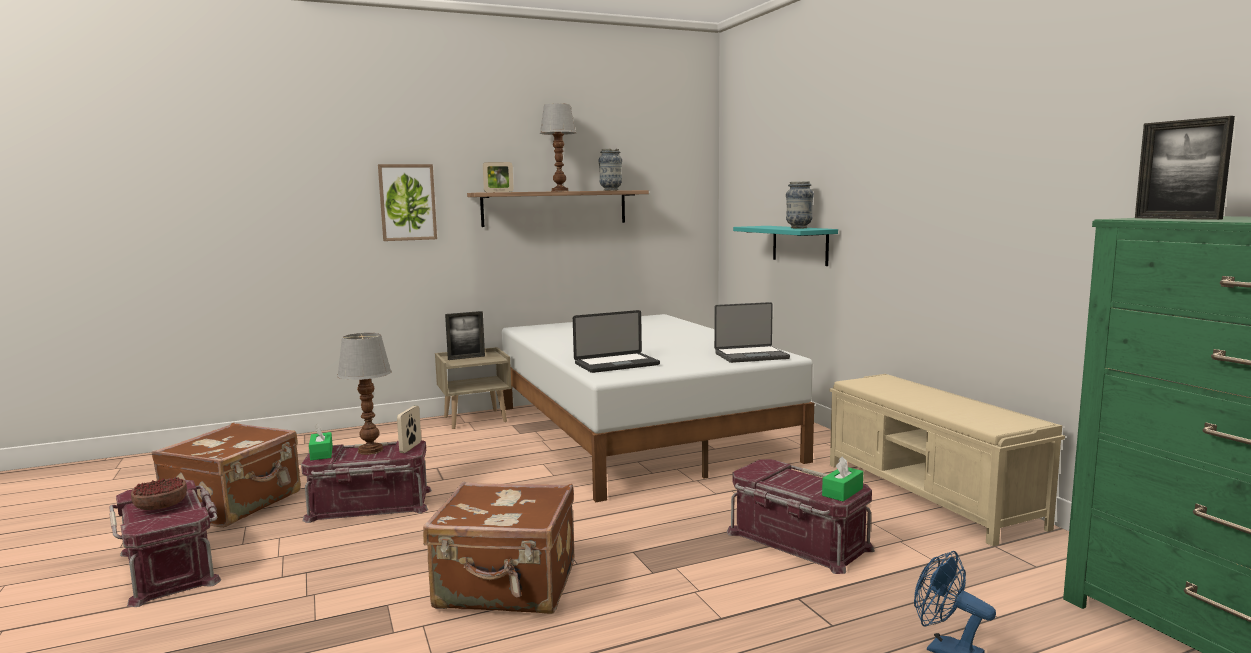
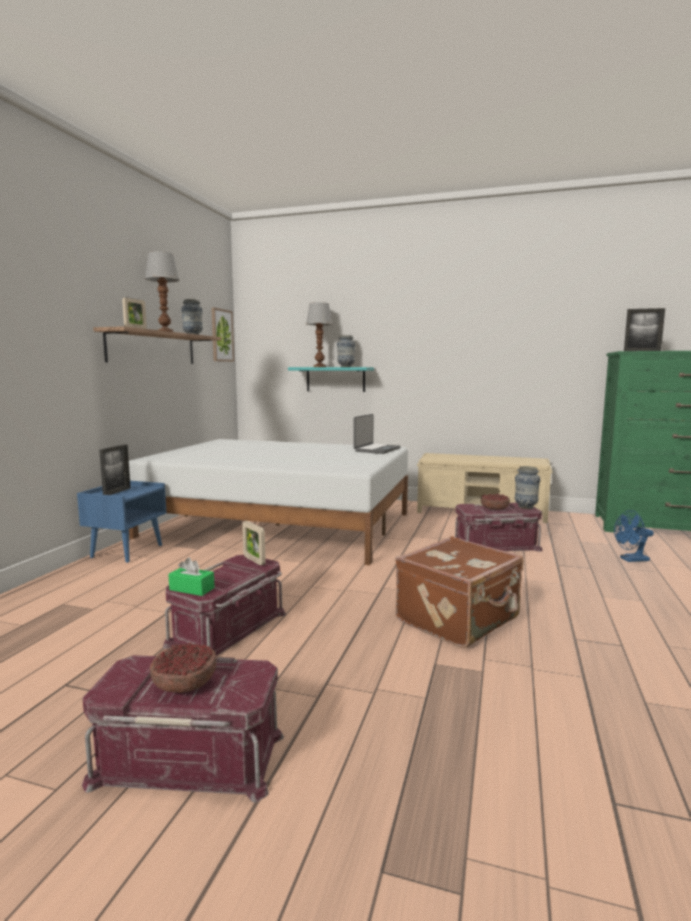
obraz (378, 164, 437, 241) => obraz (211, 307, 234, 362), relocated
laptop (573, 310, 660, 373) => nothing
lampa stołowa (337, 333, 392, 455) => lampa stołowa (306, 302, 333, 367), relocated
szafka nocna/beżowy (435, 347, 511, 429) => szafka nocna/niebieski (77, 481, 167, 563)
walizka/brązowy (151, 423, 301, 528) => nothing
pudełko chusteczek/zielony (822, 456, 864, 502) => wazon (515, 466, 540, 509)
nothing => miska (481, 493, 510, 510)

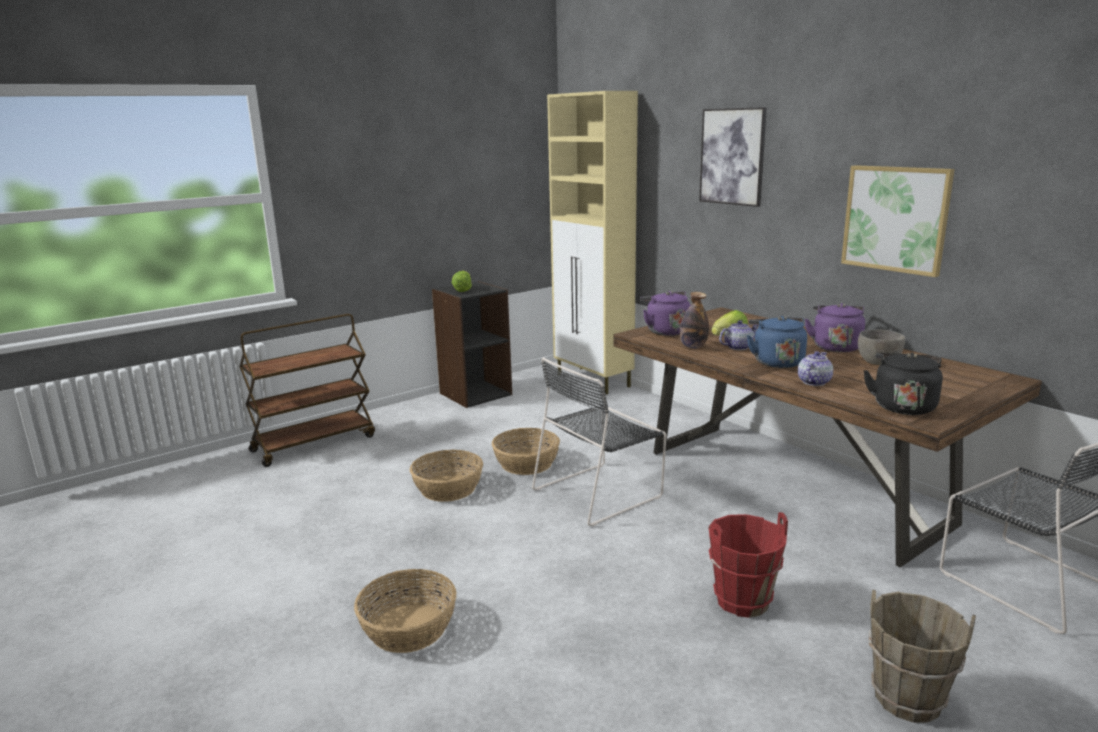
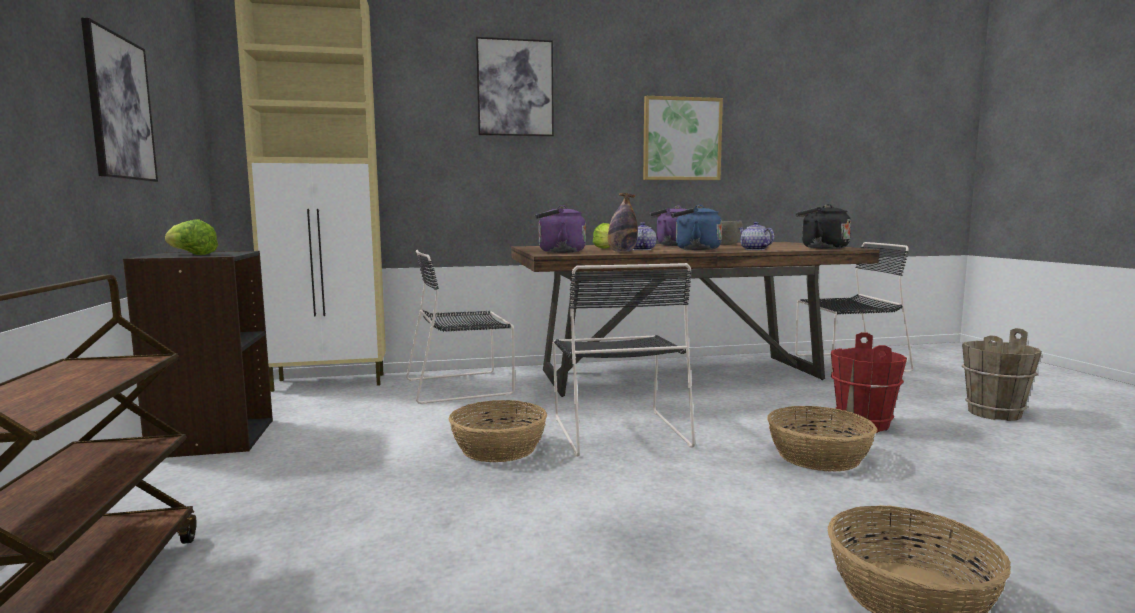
koszyk (410, 450, 483, 502) => koszyk (767, 406, 877, 472), relocated
nothing => obraz (81, 17, 158, 182)
nothing => krzesło/czarny (406, 250, 515, 404)

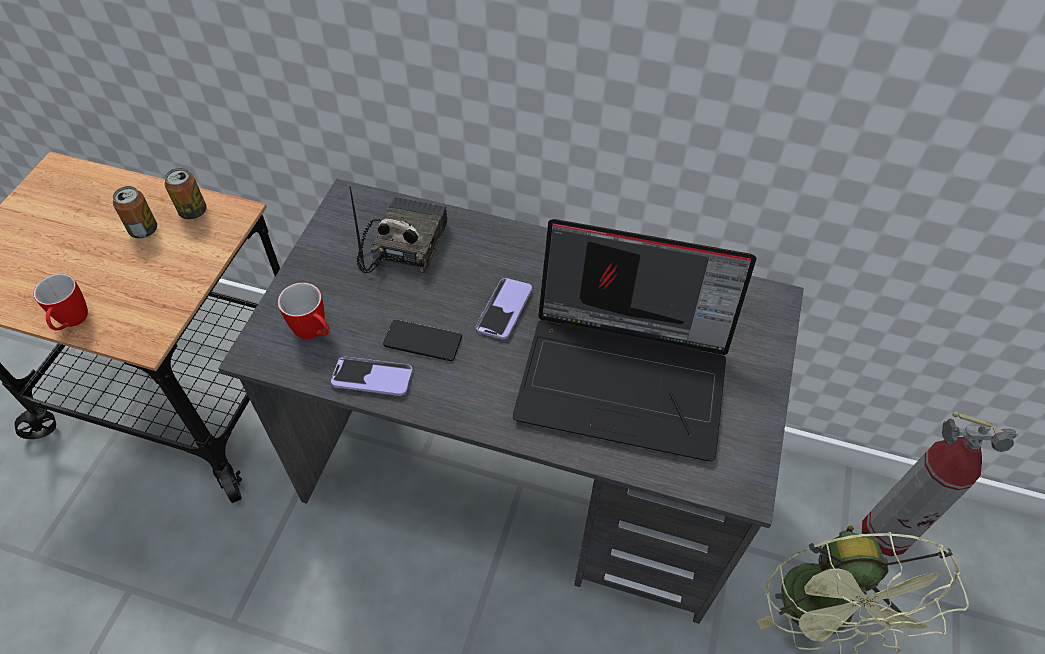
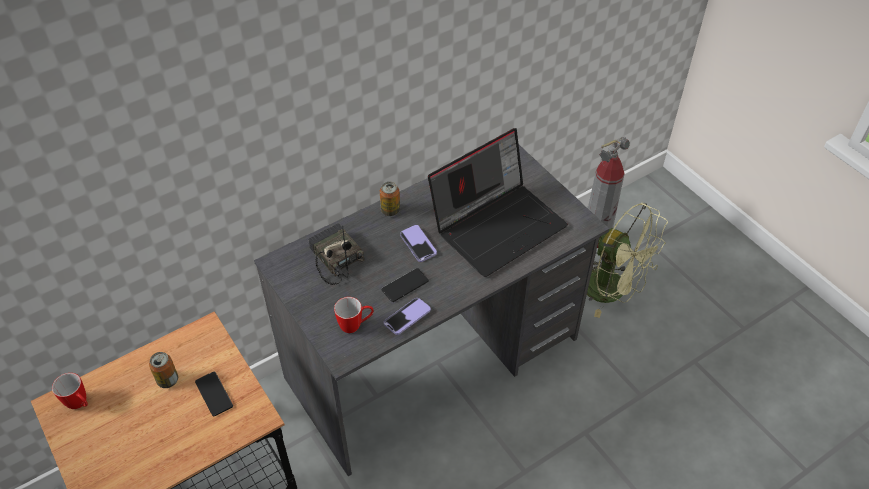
puszka (165, 168, 207, 220) => puszka (380, 182, 400, 216), relocated
kubek (33, 274, 88, 331) => kubek (52, 373, 88, 409), relocated
nothing => telefon (195, 372, 233, 416)

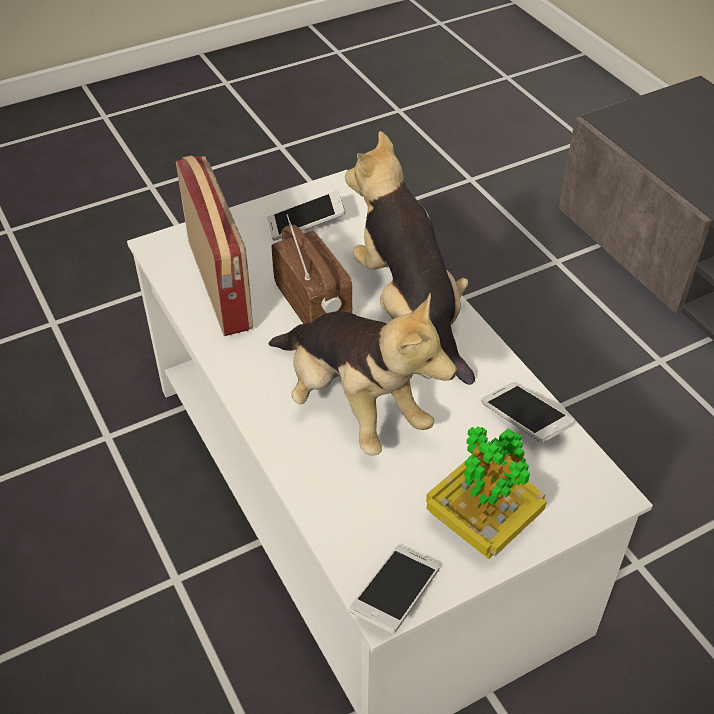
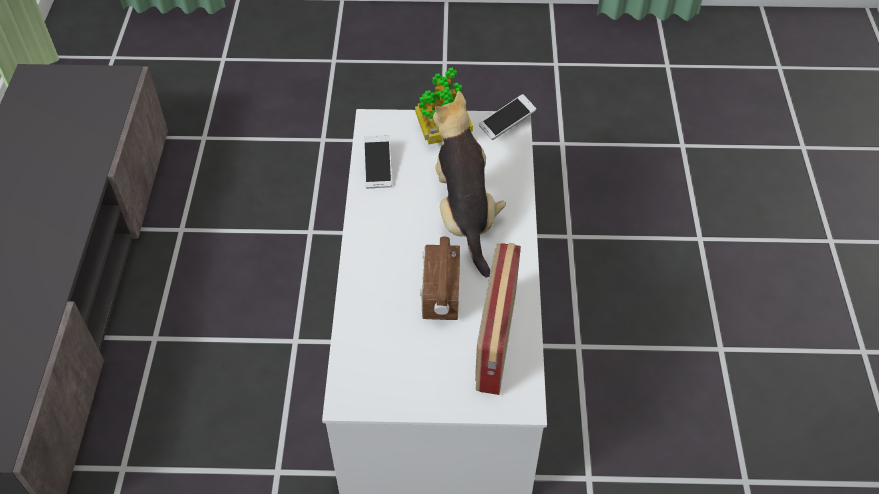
pluszak (345, 131, 475, 385) => nothing
telefon (267, 191, 346, 240) => nothing

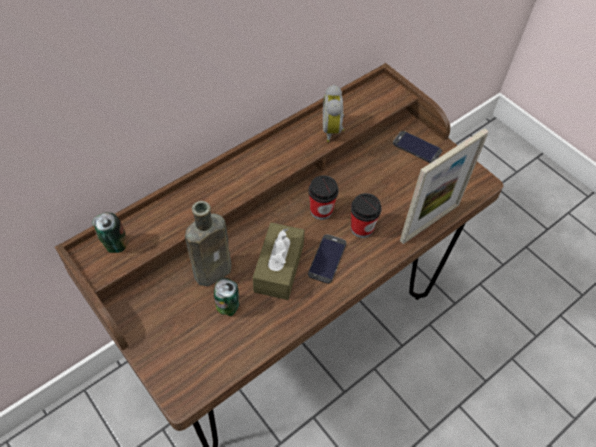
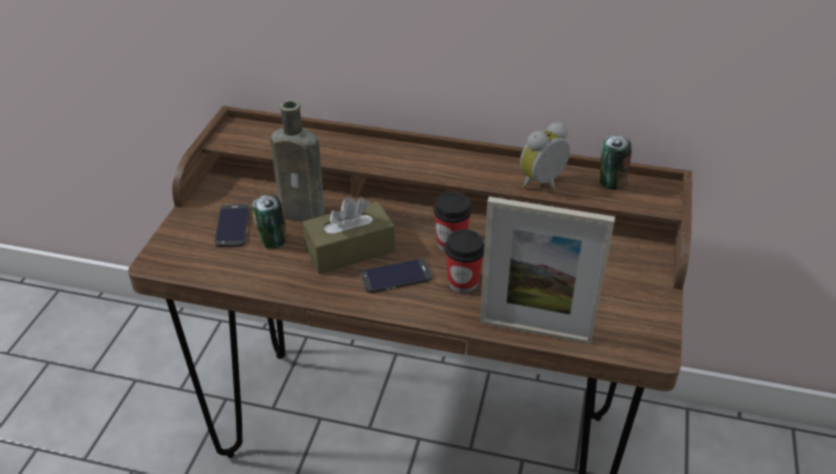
telefon (393, 131, 442, 163) => telefon (214, 204, 250, 247), relocated
puszka (92, 213, 128, 253) => puszka (600, 135, 632, 190), relocated

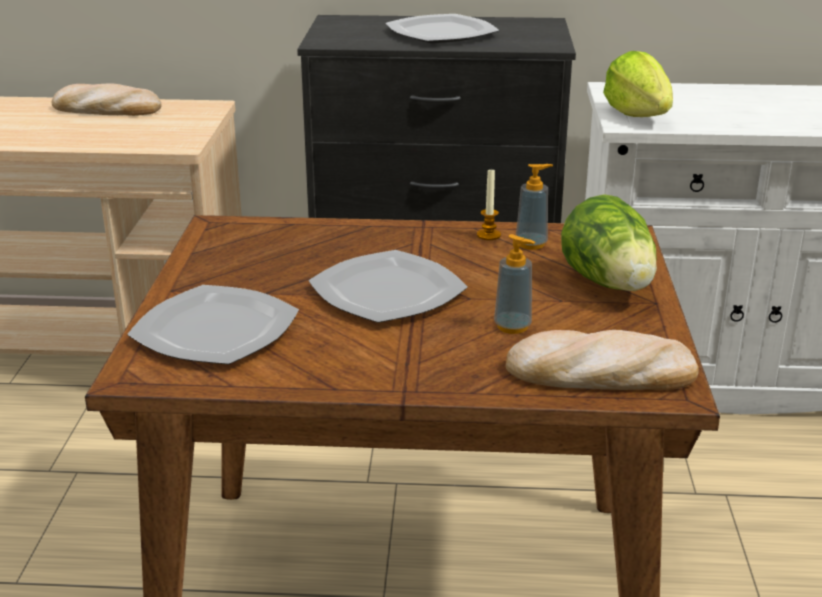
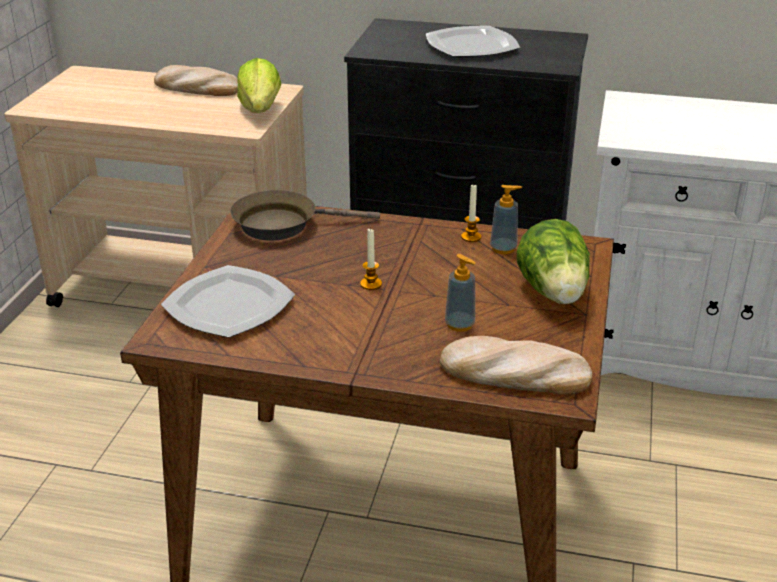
sałata (603, 51, 673, 117) => sałata (237, 58, 281, 113), relocated
talerz (308, 250, 468, 323) => świeca (360, 228, 382, 290)
nothing => patelnia/brązowy (230, 190, 380, 240)

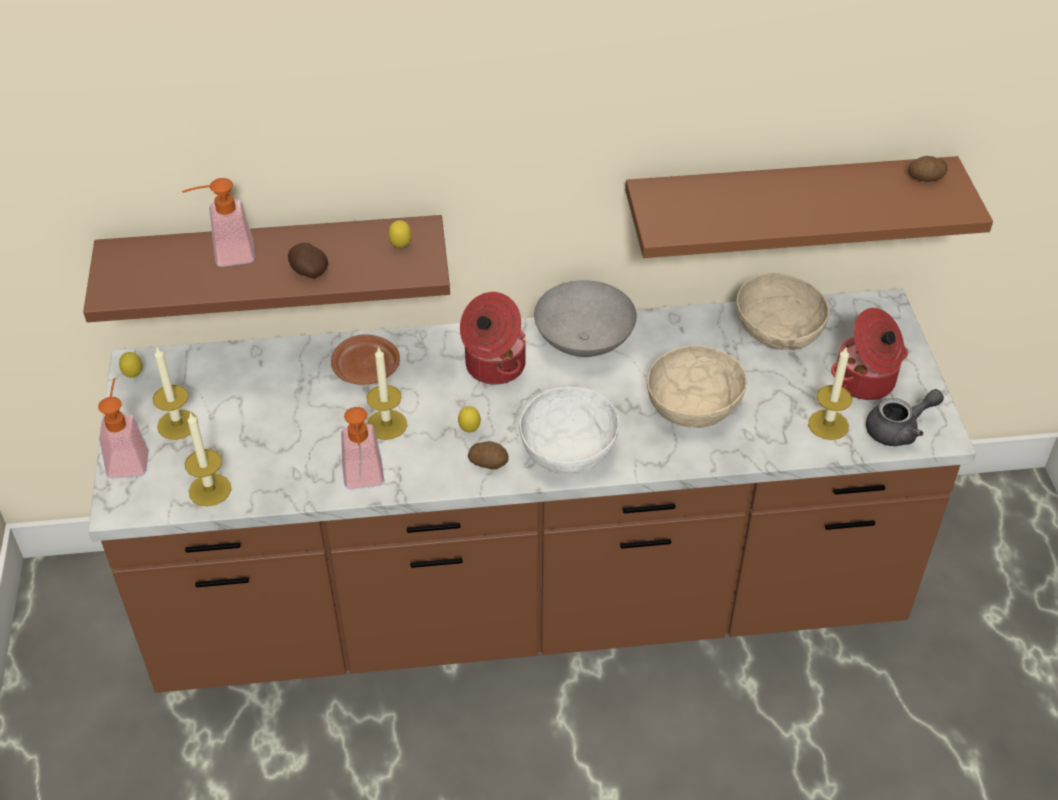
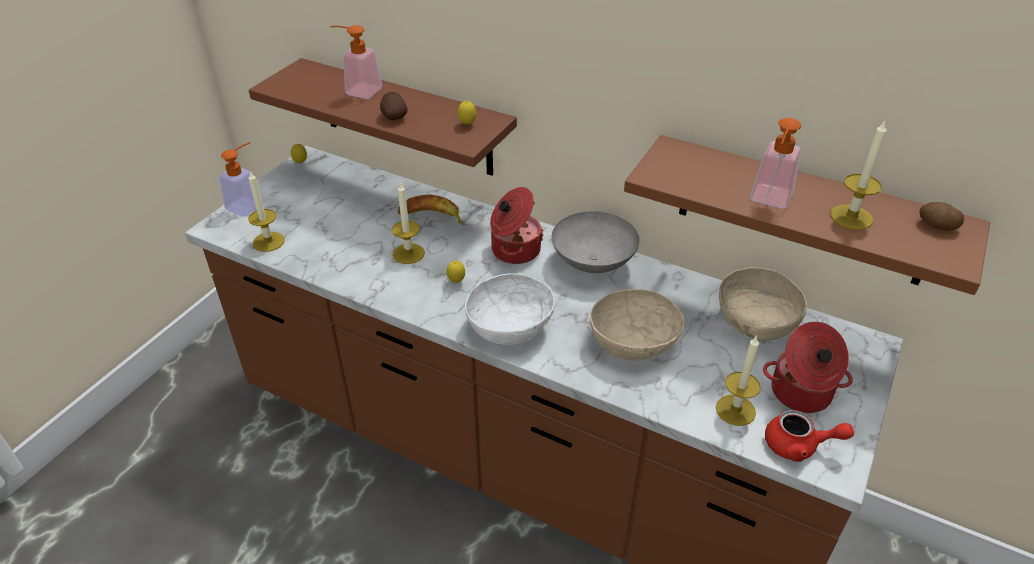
talerz/brązowy (331, 334, 400, 385) => banan (398, 195, 463, 225)
świeca (153, 348, 198, 440) => świeca (831, 121, 887, 230), relocated
imbryk/szary (866, 389, 944, 446) => imbryk/czerwony (765, 410, 854, 462)
dozownik mydła (341, 407, 384, 489) => dozownik mydła (750, 118, 802, 208), relocated
ziemniak (468, 441, 509, 469) => nothing

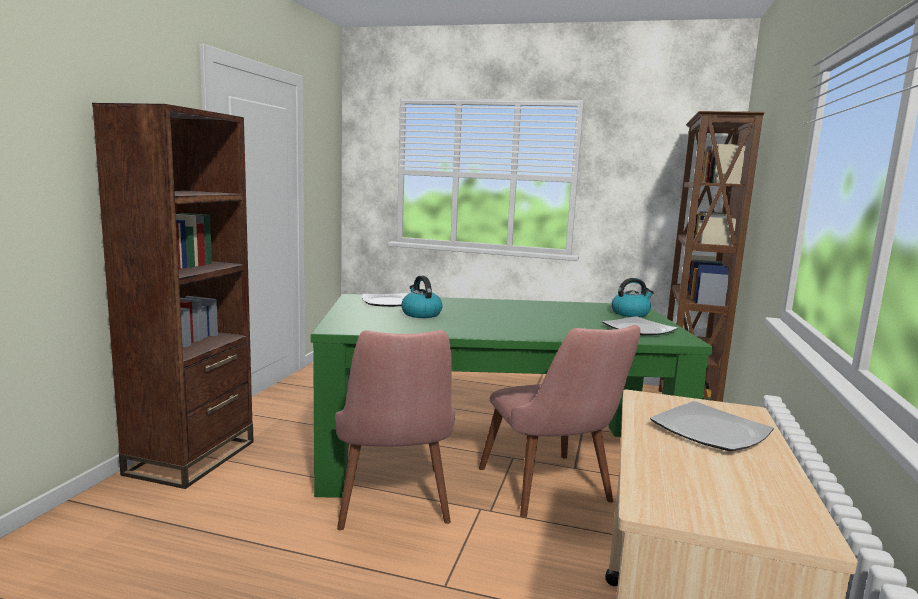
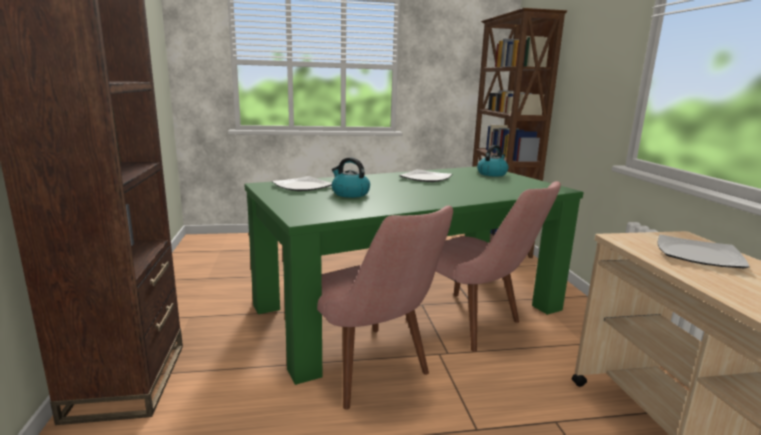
talerz (602, 316, 678, 335) => talerz (399, 169, 452, 182), relocated

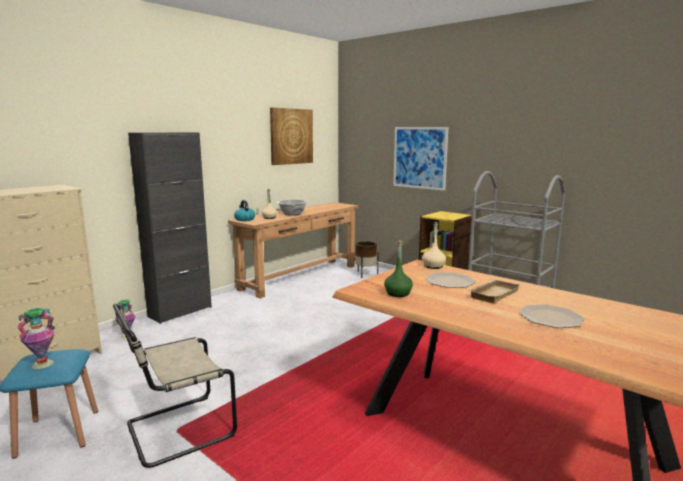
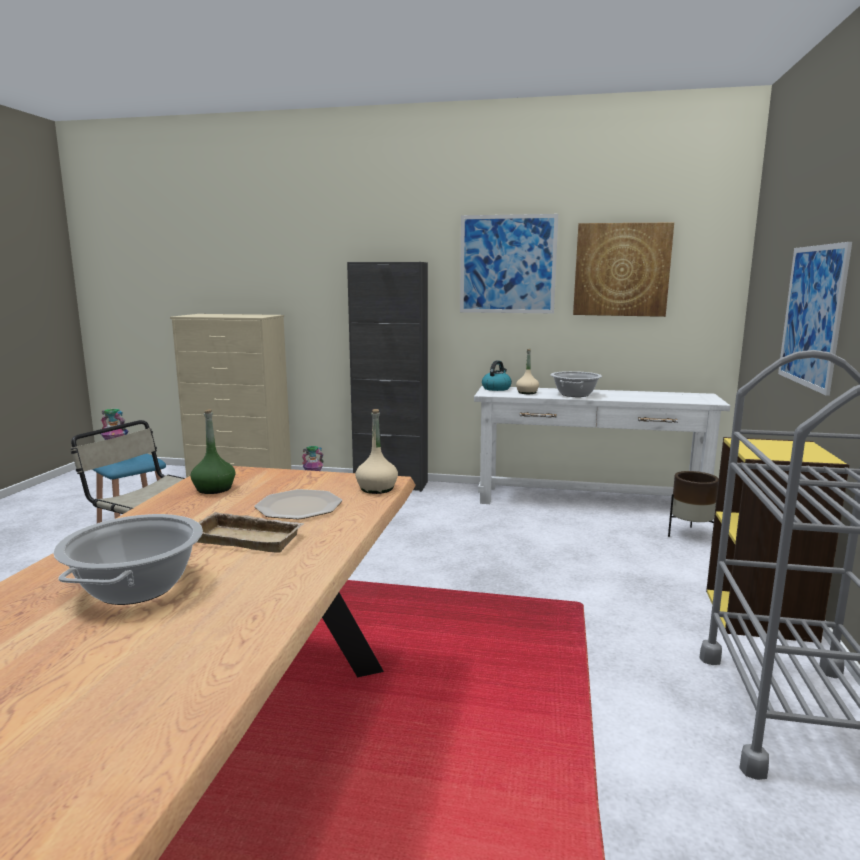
stolik konsolowy/brązowy (228, 202, 359, 299) => stolik konsolowy/biały (474, 386, 730, 504)
talerz (519, 304, 585, 328) => garnek (53, 514, 203, 605)
nothing => obraz (460, 214, 558, 313)

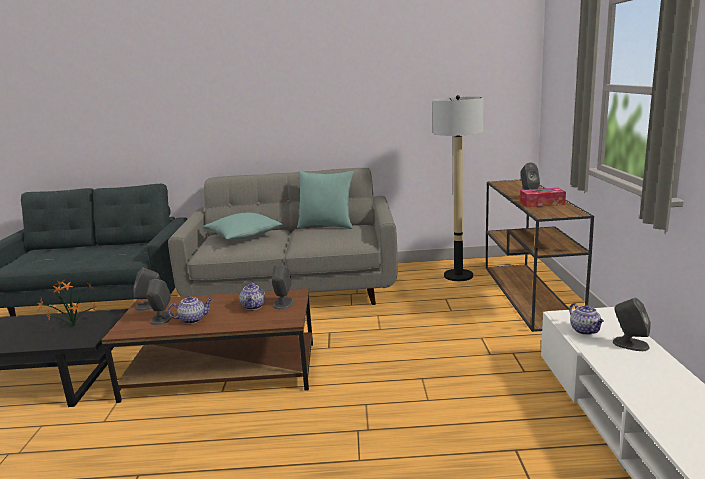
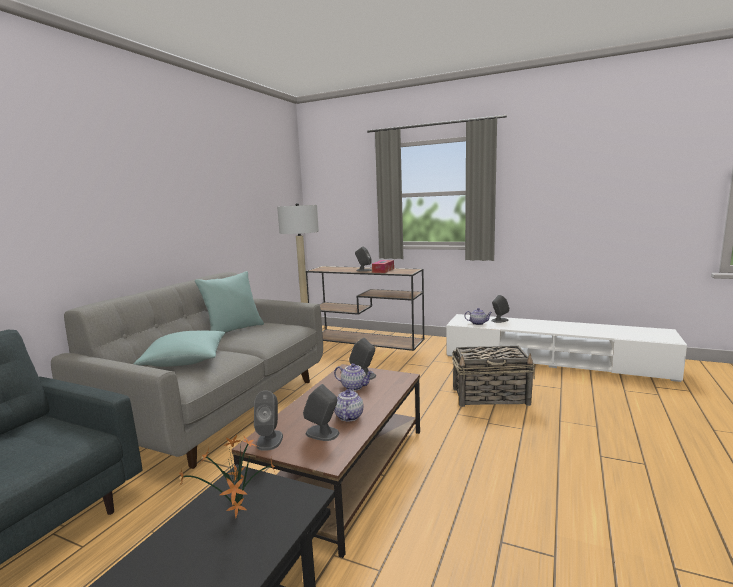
nothing => koszyk (452, 346, 535, 407)

